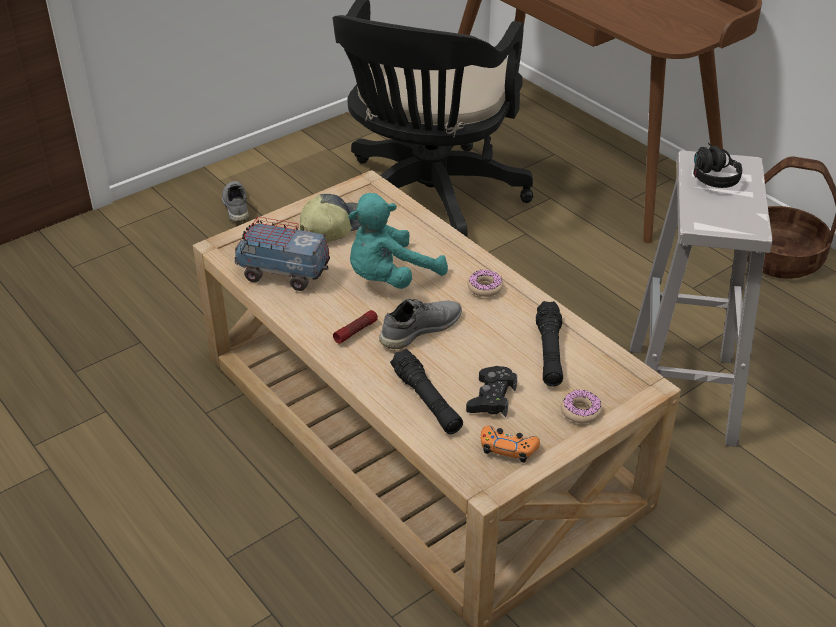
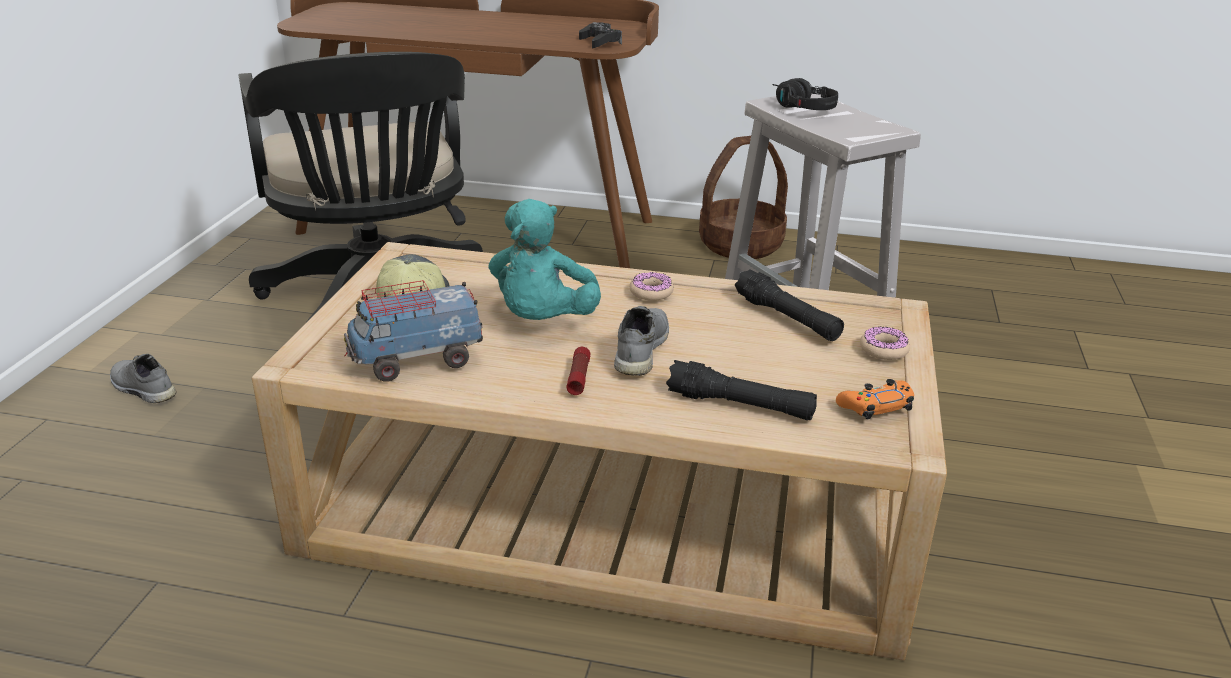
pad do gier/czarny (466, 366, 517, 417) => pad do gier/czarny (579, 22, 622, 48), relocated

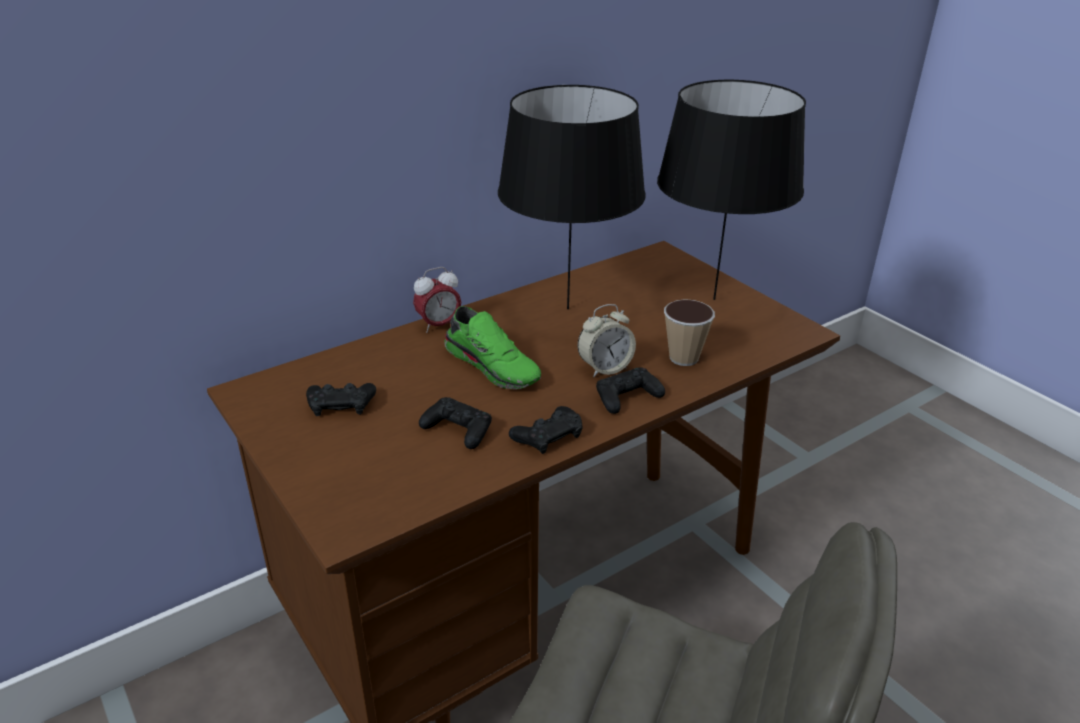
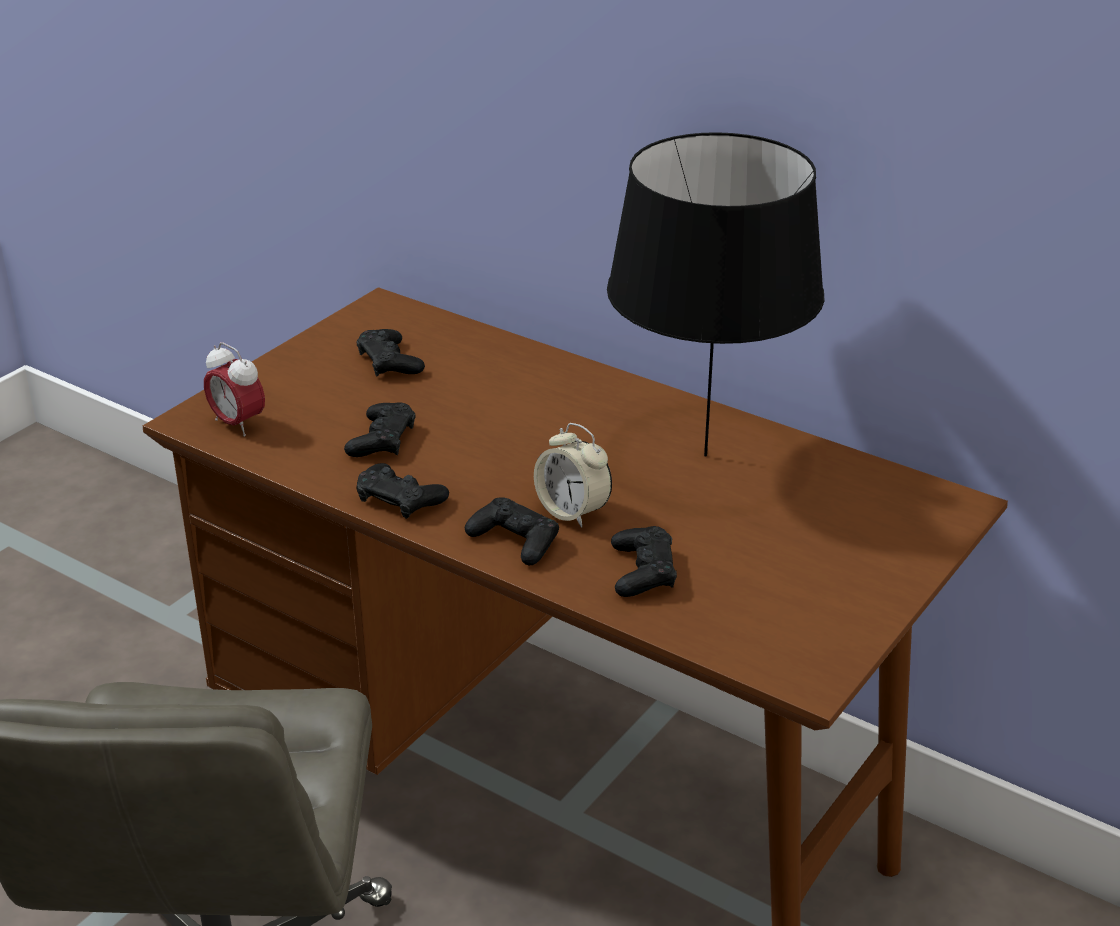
lampa stołowa/czarny (657, 80, 806, 300) => nothing
budzik (413, 267, 461, 333) => budzik (204, 342, 265, 436), relocated
filiżanka (664, 299, 715, 366) => pad do gier/czarny (611, 526, 677, 597)
but/zielony (445, 306, 541, 389) => nothing

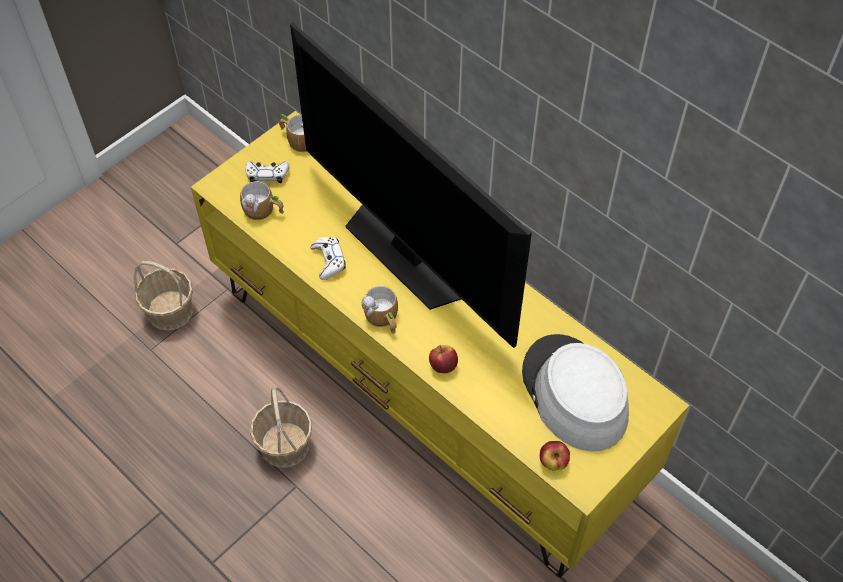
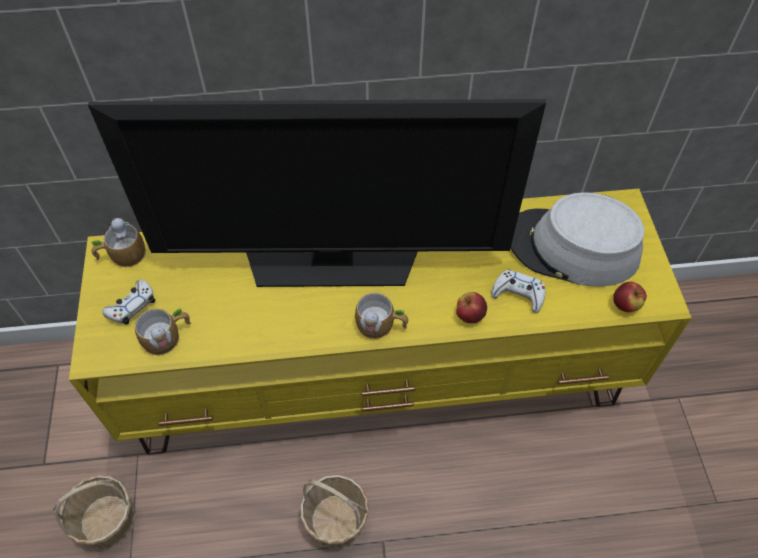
pad do gier/biały (311, 237, 346, 280) => pad do gier/biały (491, 270, 546, 313), relocated

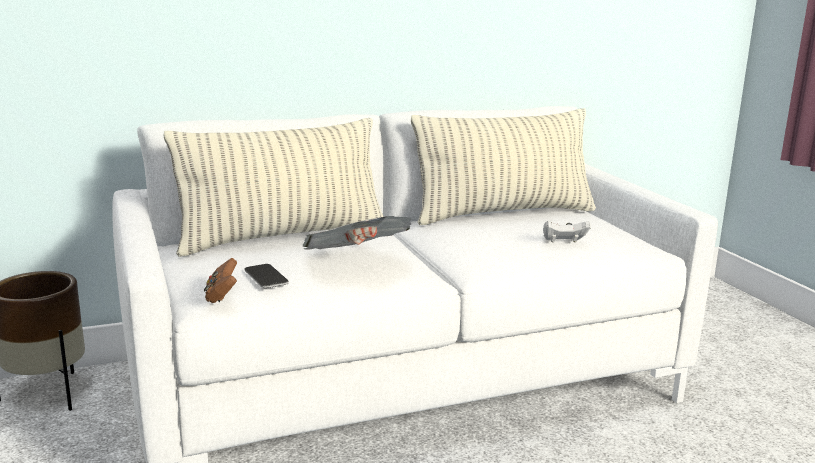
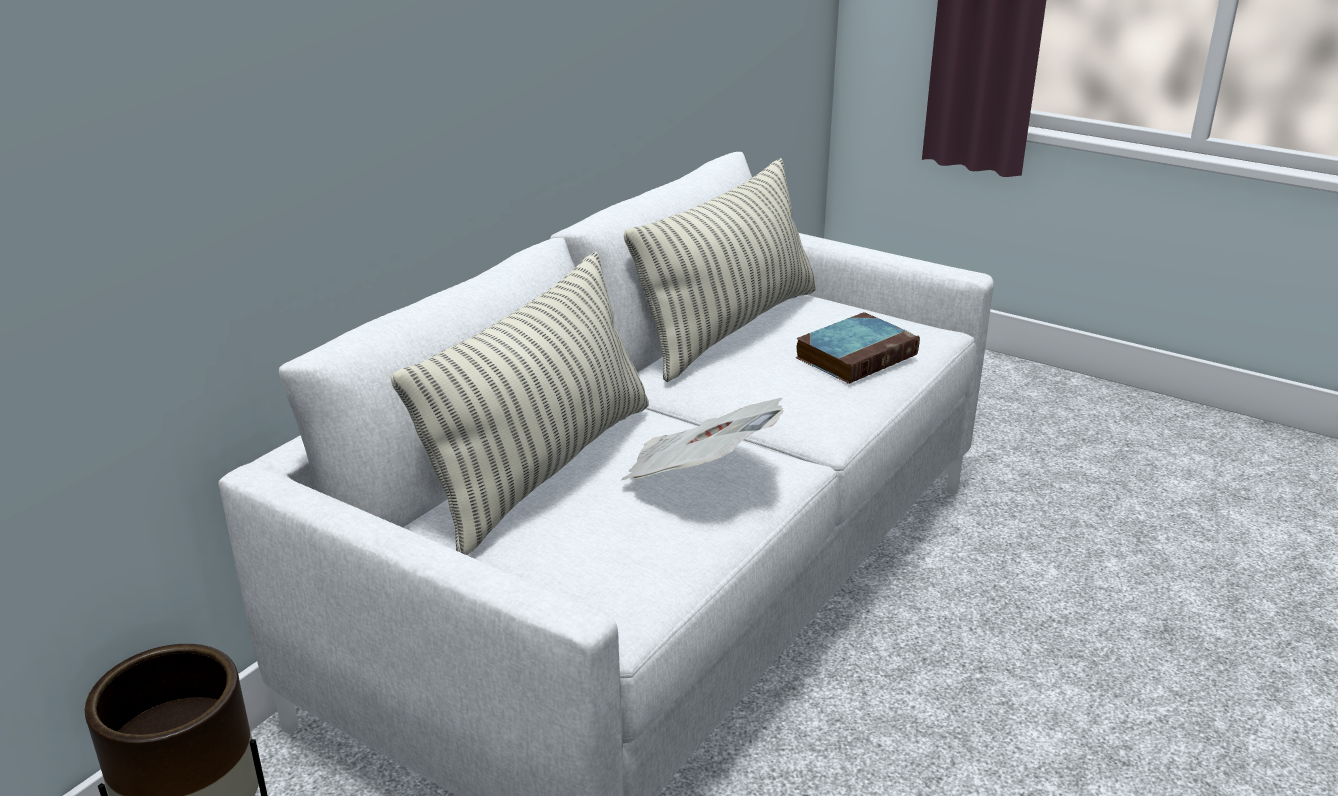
pad do gier/biały (543, 221, 591, 242) => książka (795, 312, 920, 384)
pad do gier/brązowy (204, 258, 237, 303) => nothing
telefon (244, 264, 289, 288) => nothing

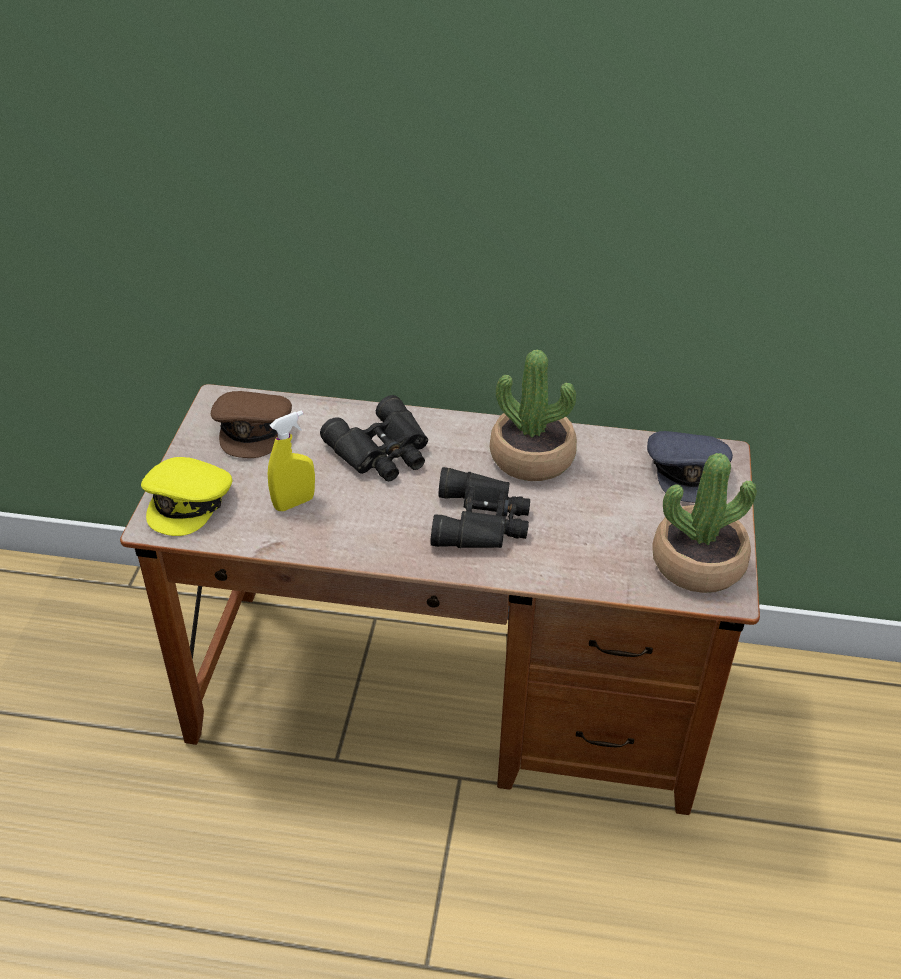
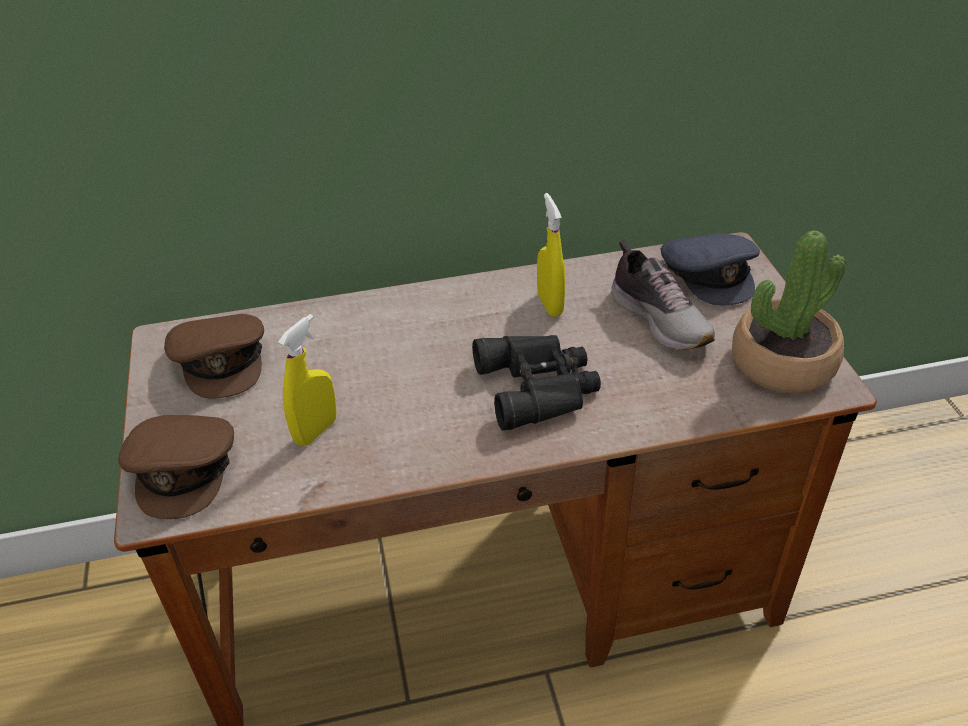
roślina doniczkowa (490, 350, 577, 481) => spryskiwacz/żółty (537, 193, 565, 317)
lornetka/czarny (320, 395, 428, 481) => nothing
czapka z daszkiem/żółty (141, 457, 232, 536) => czapka z daszkiem/brązowy (118, 415, 234, 519)
nothing => but (611, 240, 715, 350)

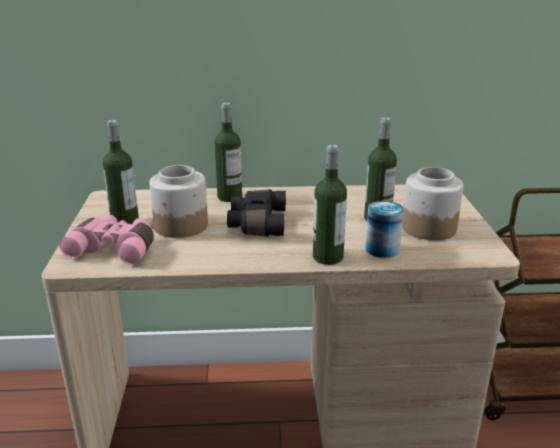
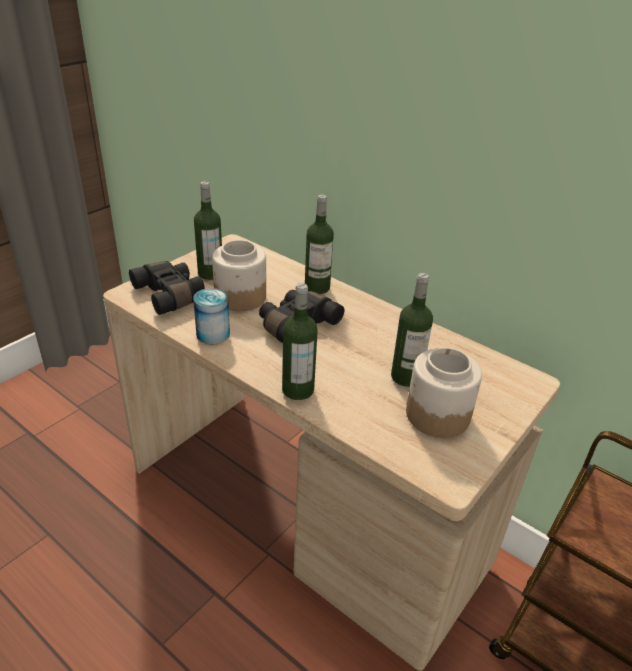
puszka (365, 201, 404, 258) => puszka (193, 288, 230, 344), relocated
lornetka/różowy (59, 214, 154, 265) => lornetka/czarny (129, 261, 205, 315)

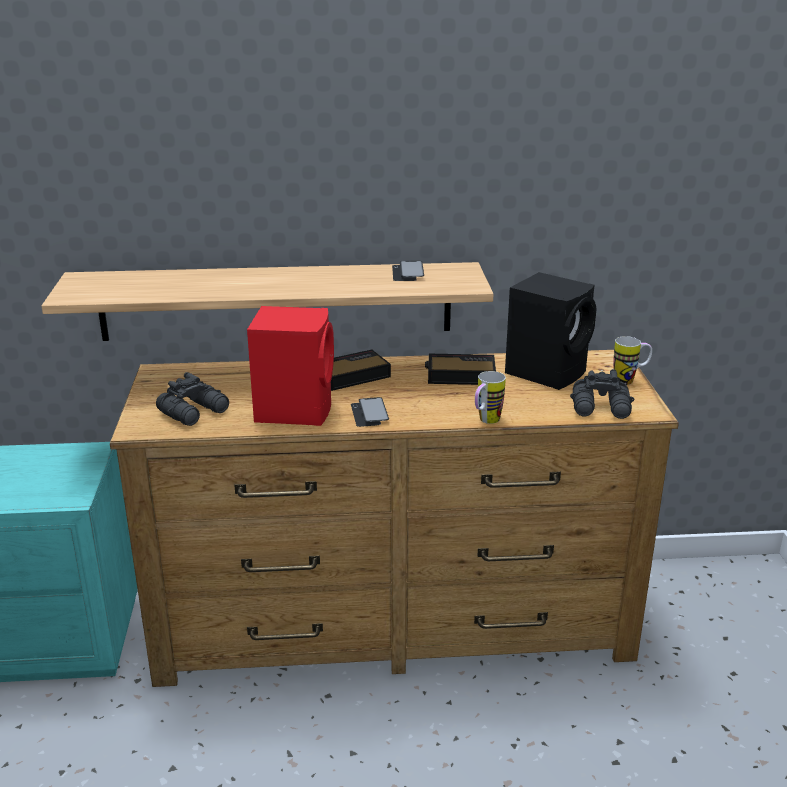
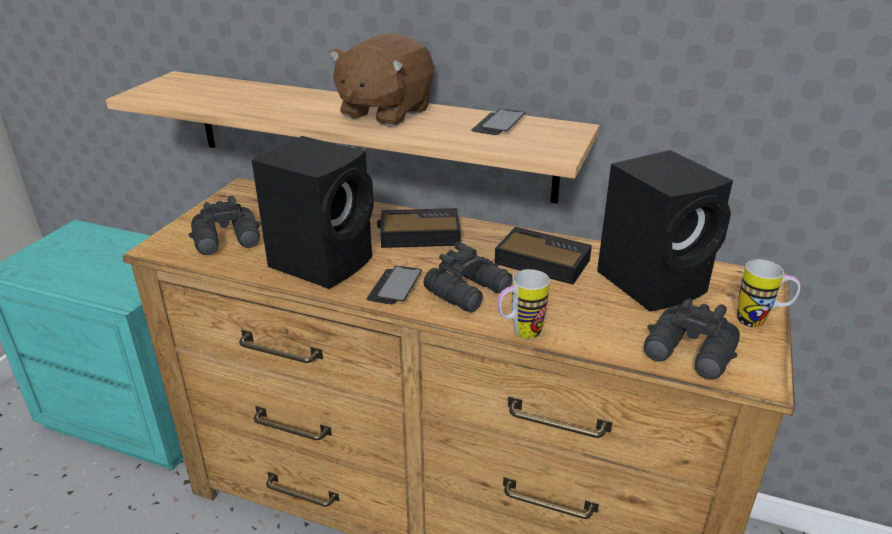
głośnik/czerwony (247, 306, 334, 426) => głośnik/czarny (252, 136, 374, 289)
nothing => pluszak/brązowy (329, 33, 434, 127)
nothing => lornetka/czarny (424, 242, 513, 312)

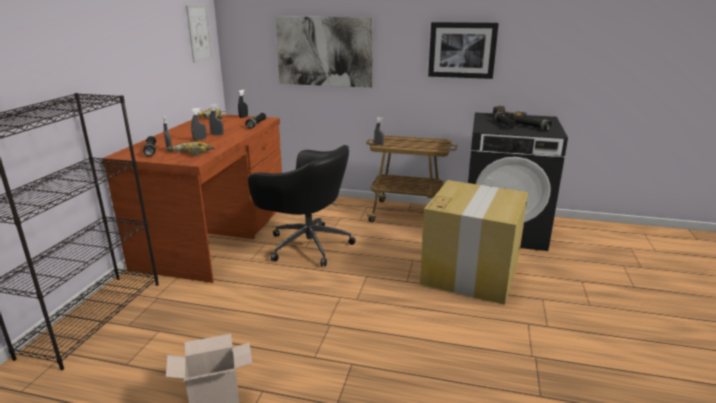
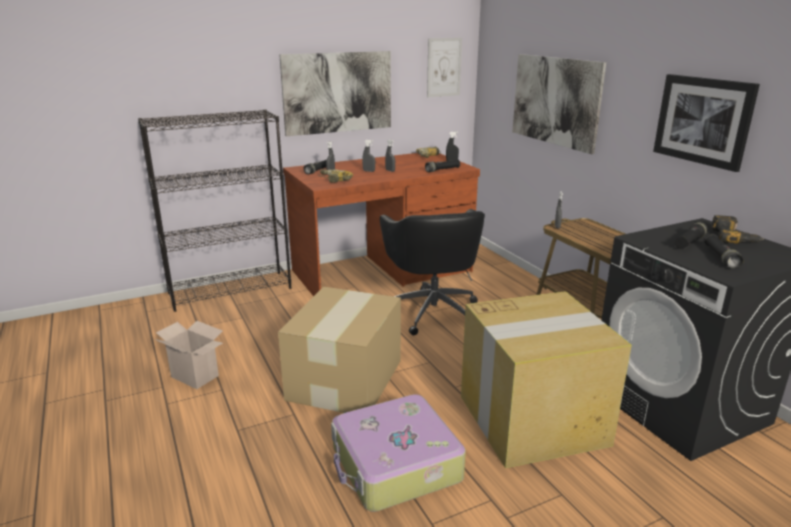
nothing => obraz (279, 51, 391, 136)
nothing => karton (278, 287, 401, 413)
nothing => walizka (331, 394, 466, 512)

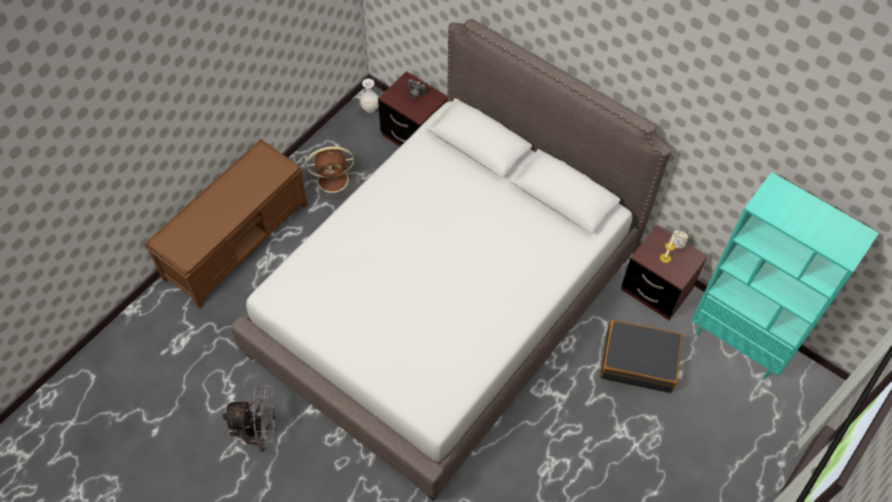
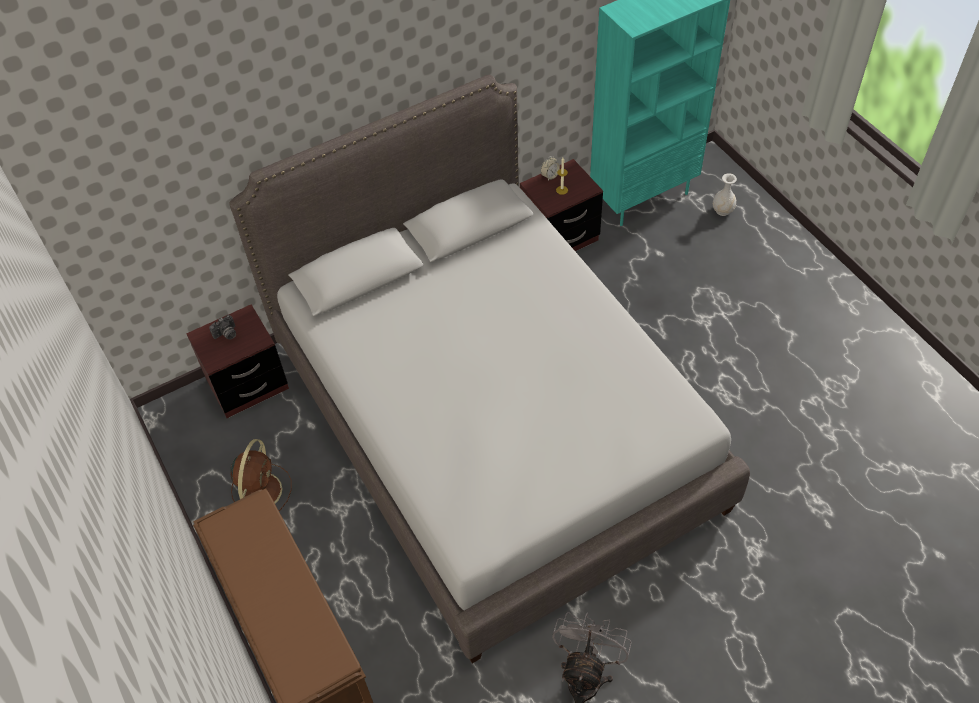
wazon/biały (360, 79, 379, 113) => wazon/biały (713, 173, 737, 216), relocated
walizka/czarny (600, 320, 683, 393) => nothing

